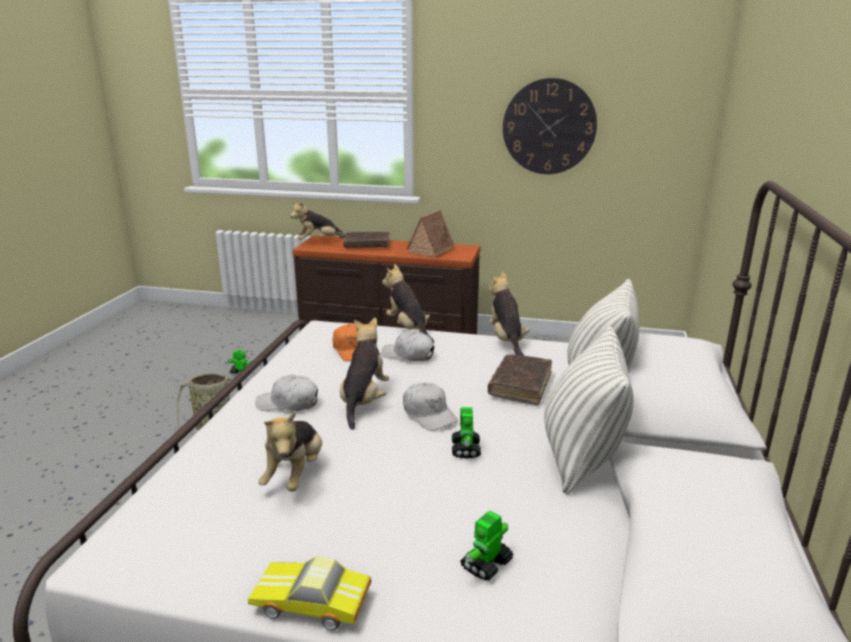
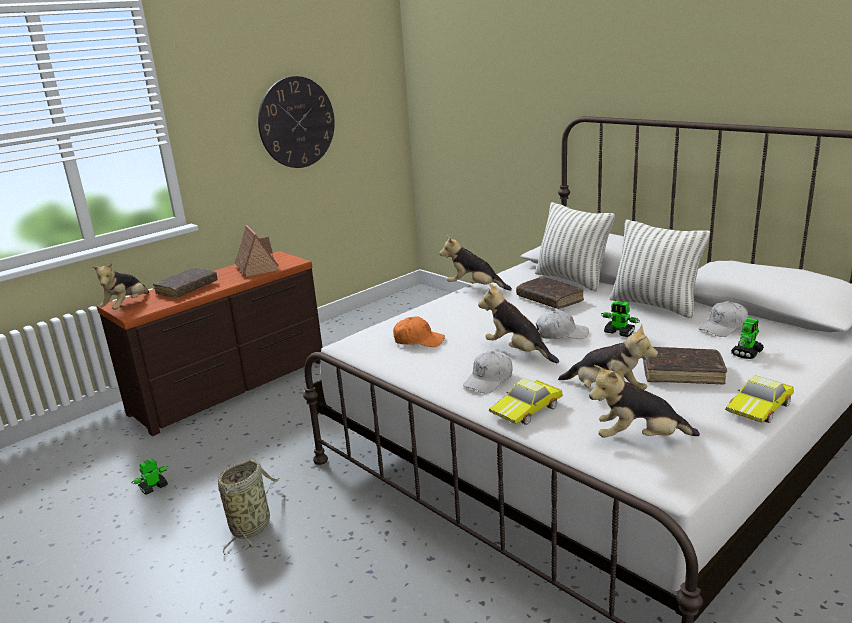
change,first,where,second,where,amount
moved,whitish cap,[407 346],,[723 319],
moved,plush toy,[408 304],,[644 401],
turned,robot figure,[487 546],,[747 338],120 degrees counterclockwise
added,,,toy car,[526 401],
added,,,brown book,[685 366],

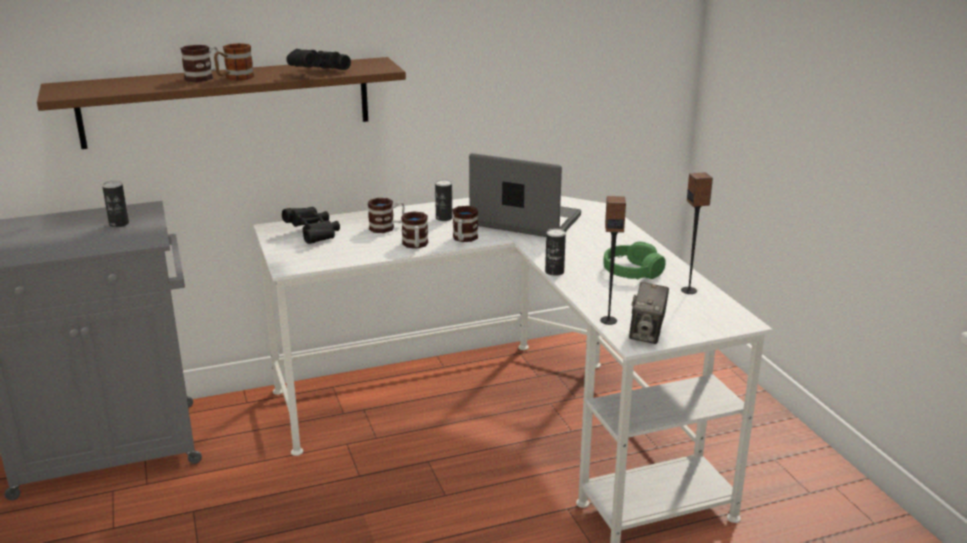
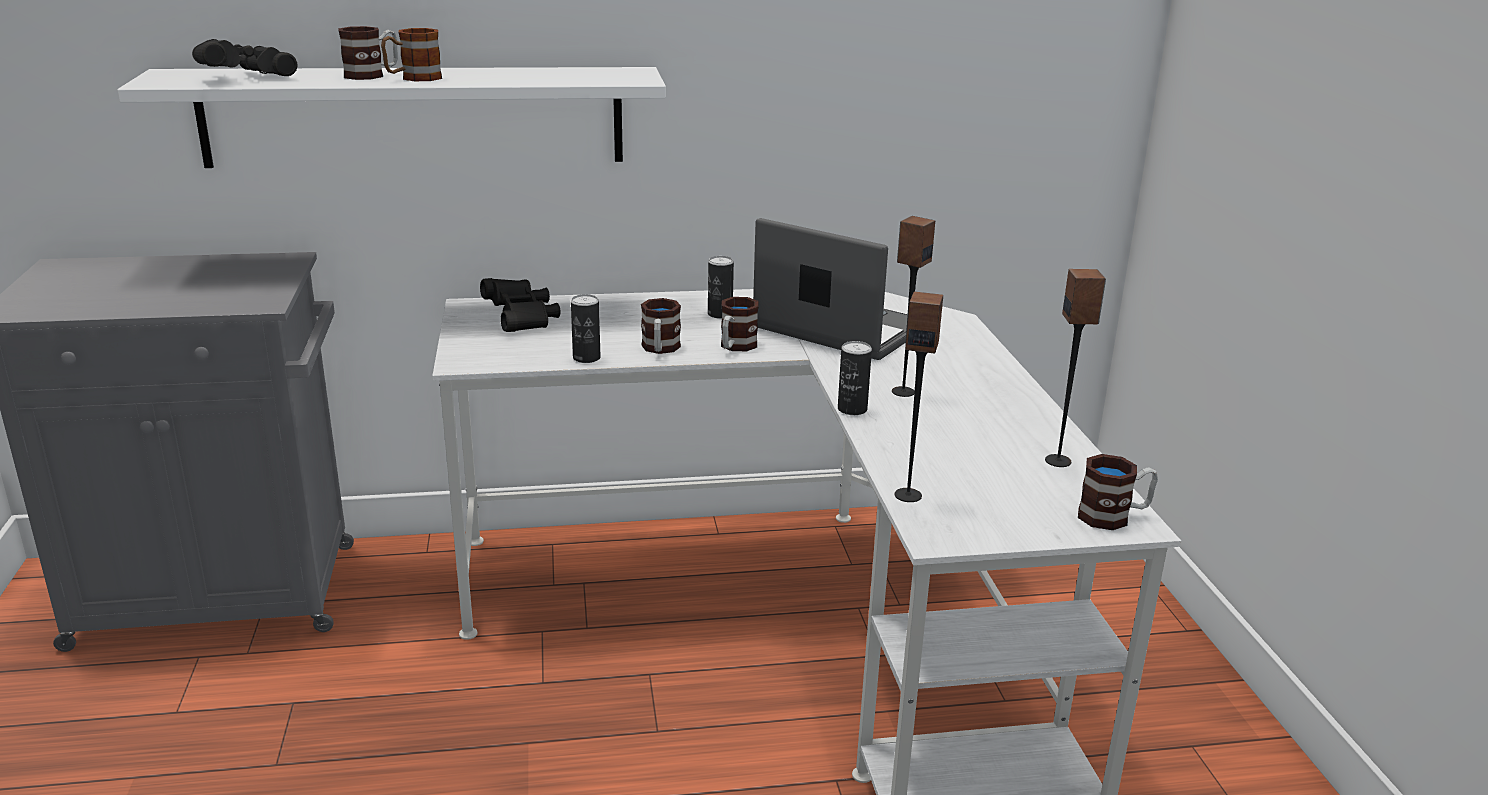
change,first,where,second,where,amount
recoloured,brown bracket shelf,[221 103],whitish bracket shelf,[391 117],
moved,can,[115 204],,[586 328],
moved,blackish binoculars,[318 59],,[244 57],
moved,mug,[386 215],,[1118 492],
removed,green-coloured headset,[635 260],,,
removed,still camera,[649 313],,,
added,,,audio speaker,[913 306],

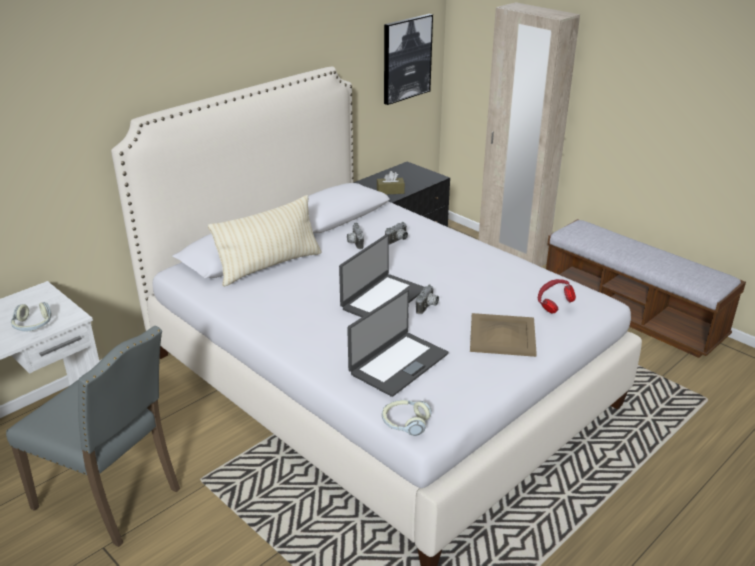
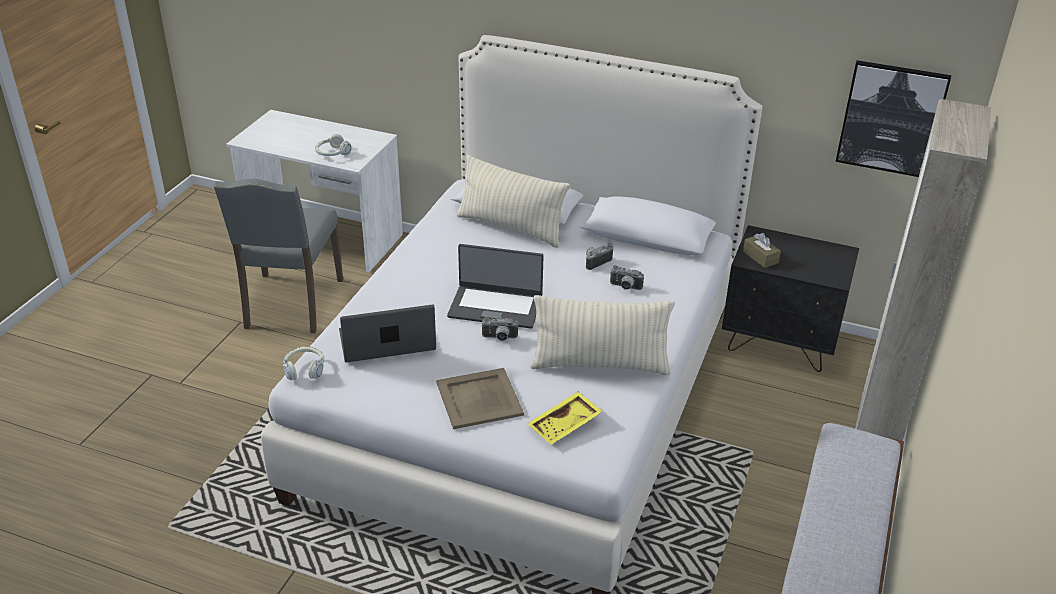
change,first,where,second,where,amount
turned,laptop,[397 343],,[387 333],150 degrees clockwise
replaced,red headset,[557 296],yellow tray,[565 418],
added,,,beige-coloured throw pillow,[602 335],

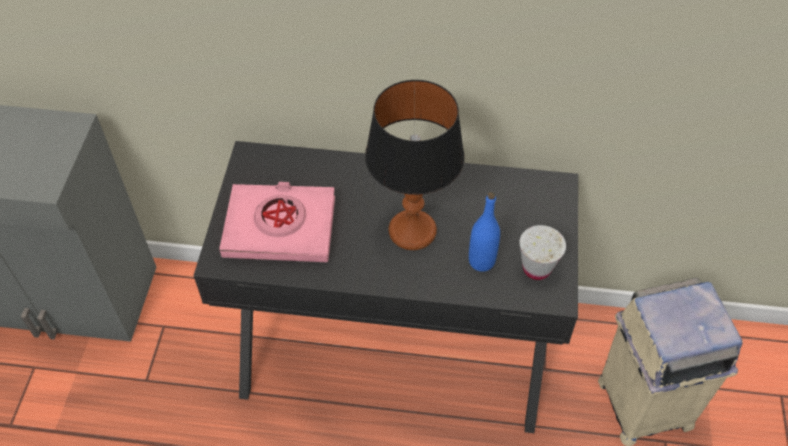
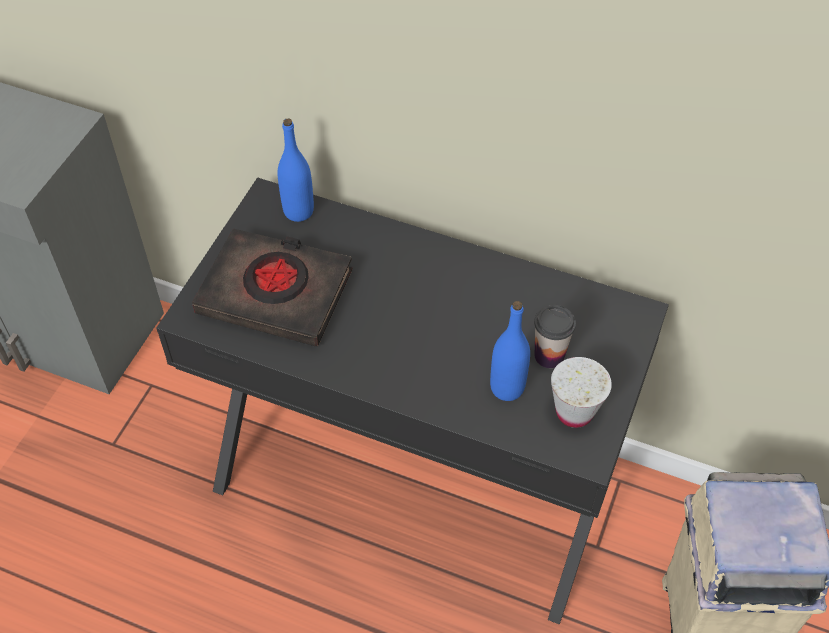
change,first,where,second,where,amount
recoloured,pinkish book,[277 222],blackish book,[272 287],
removed,table lamp,[414 165],,,
added,,,blue beverage bottle,[296 170],
added,,,cup,[555 336],

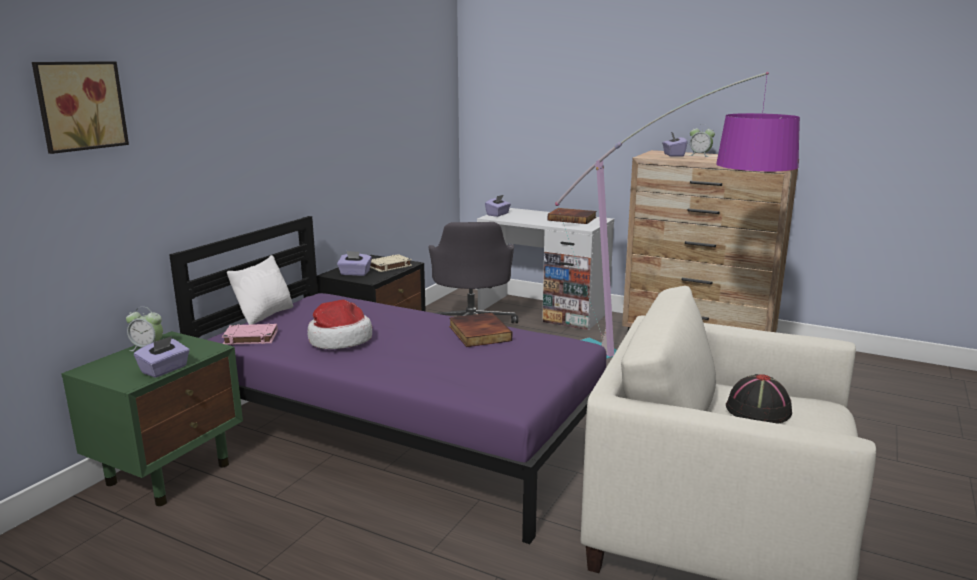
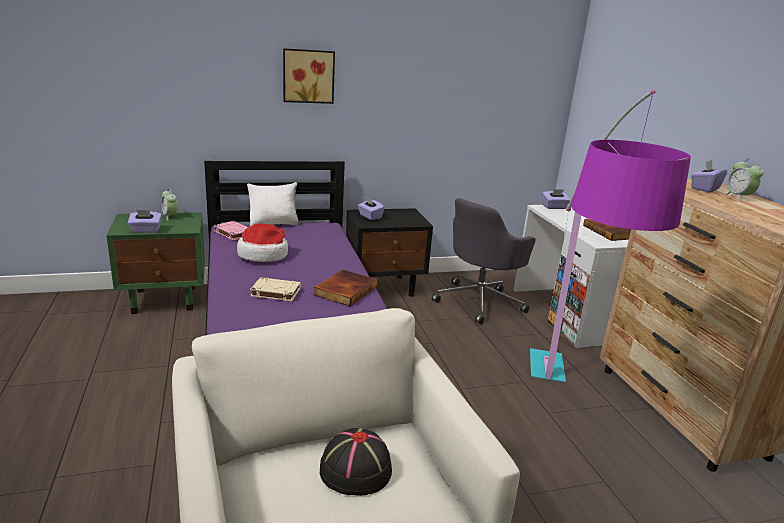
change,first,where,second,where,amount
moved,wall art,[80 107],,[309 76],
moved,beige-coloured book,[391 263],,[275 289],

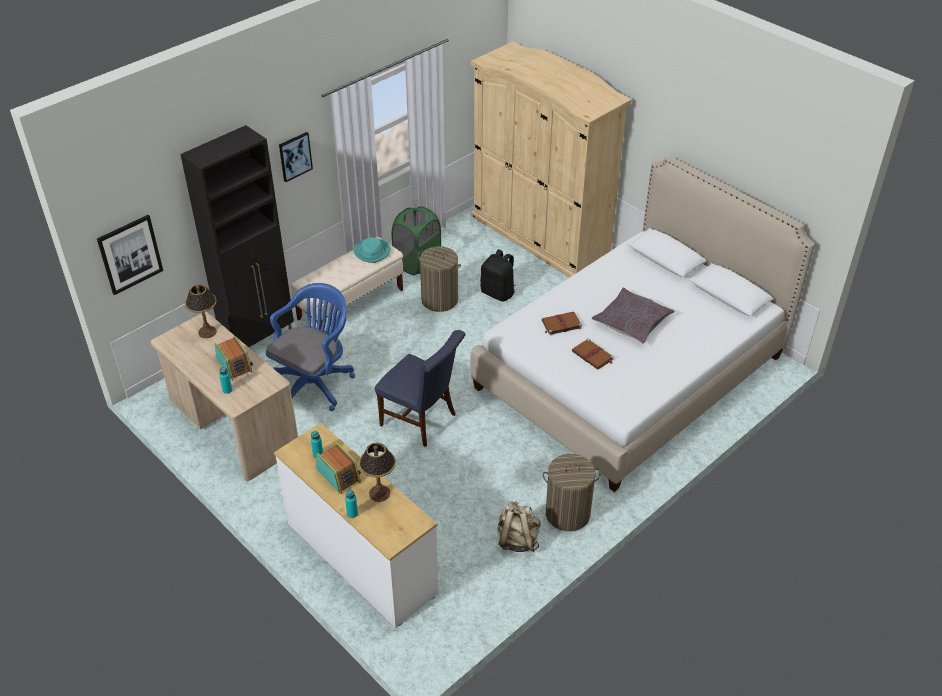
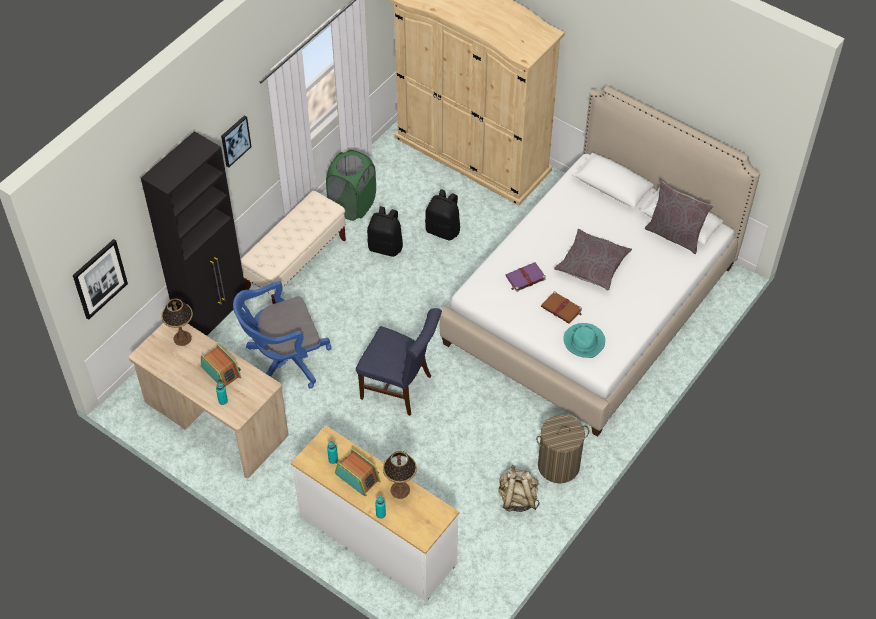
change,first,where,second,where,amount
turned,blue desk chair,[310 347],,[282 334],135 degrees counterclockwise
moved,turquoise-coloured clothing hat,[372 250],,[584 340],
replaced,hamper,[439 279],blackish backpack,[385 231],
recoloured,brown book,[562 323],purple-coloured book,[526 277],
added,,,grey throw pillow,[679 217],

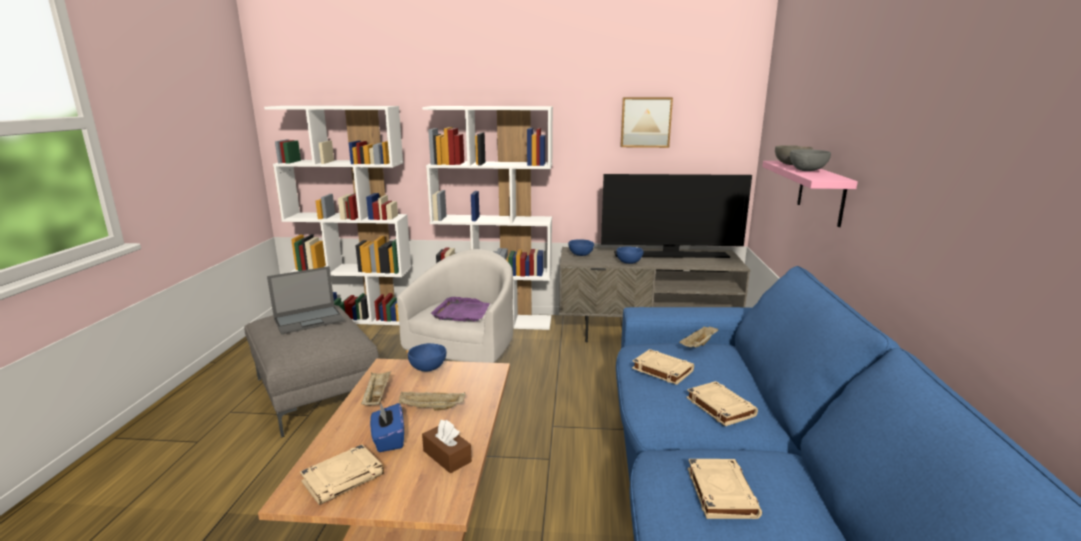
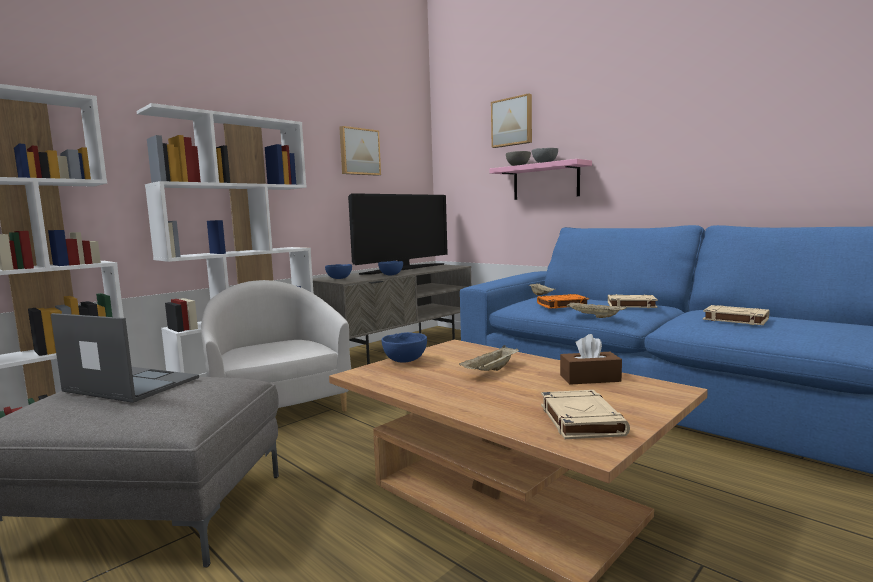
change,first,where,second,where,amount
turned,laptop,[306 300],,[125 358],75 degrees counterclockwise
moved,beige-coloured tray,[376 388],,[596 310],
removed,blue tissue holder,[387 427],,,
removed,purple-coloured tray,[460 309],,,
recoloured,beige-coloured book,[663 367],orange book,[563 301],
added,,,wall art,[511 120],

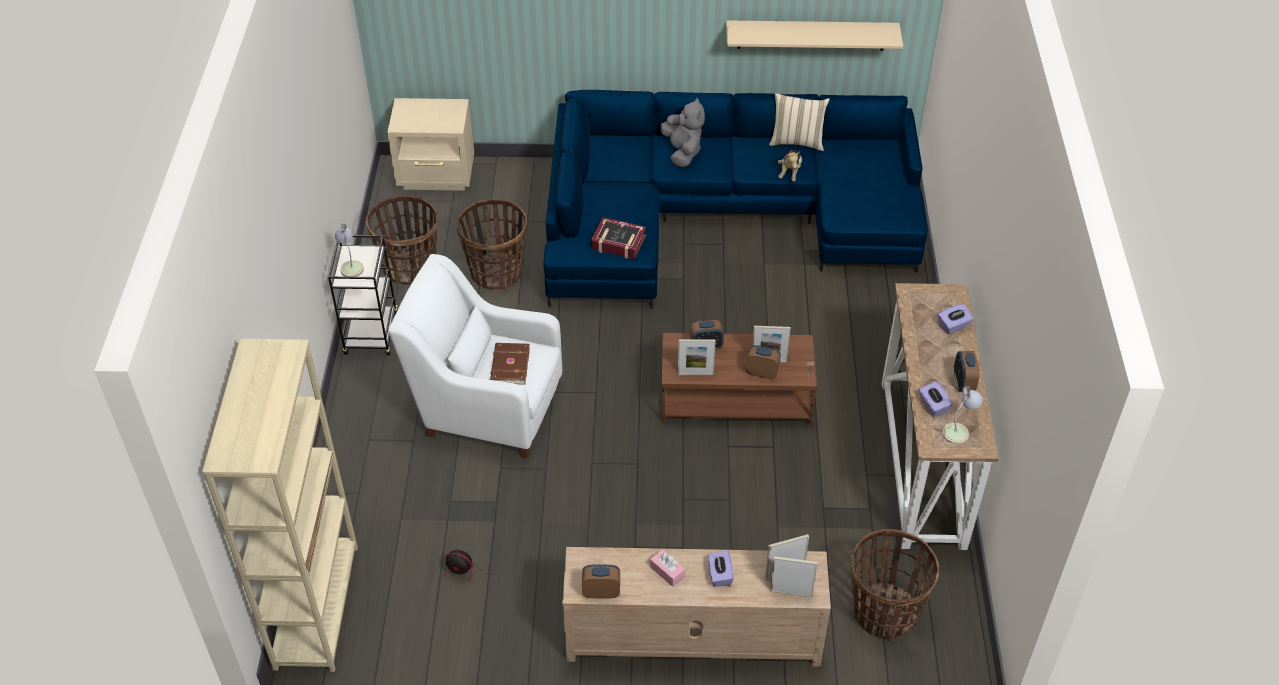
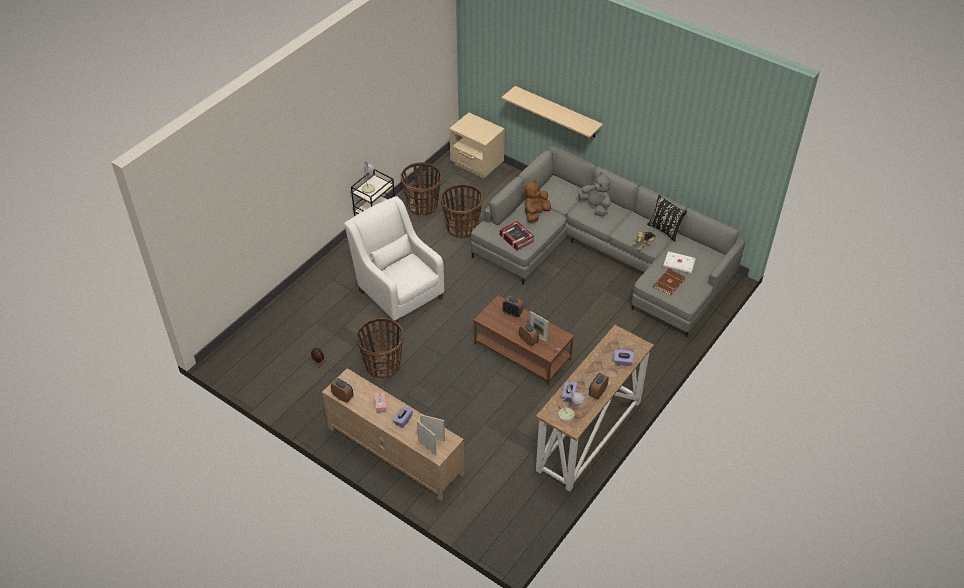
change,first,where,second,where,amount
removed,beige-coloured bookshelf,[280 505],,,
moved,brown book,[510 364],,[669 282],
recoloured,blue couch,[735 199],grey couch,[608 241],
turned,grey plush toy,[683 132],,[594 194],60 degrees counterclockwise
removed,photo frame,[697 357],,,
moved,beige-coloured bracket shelf,[814 35],,[552 112],
recoloured,beige-coloured throw pillow,[799 122],blackish throw pillow,[667 218],
moved,household basket,[894 584],,[380 348],
added,,,brown plush toy,[537 201],
added,,,whitish book,[679 262],

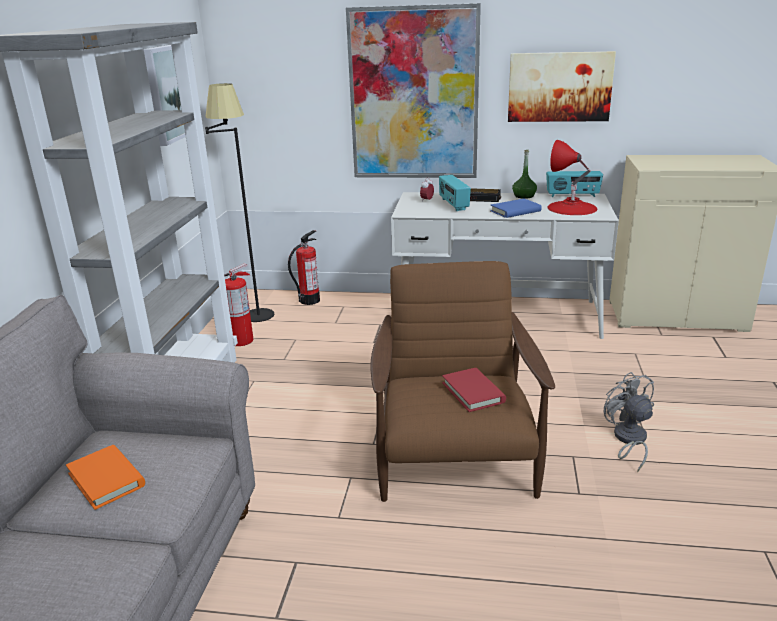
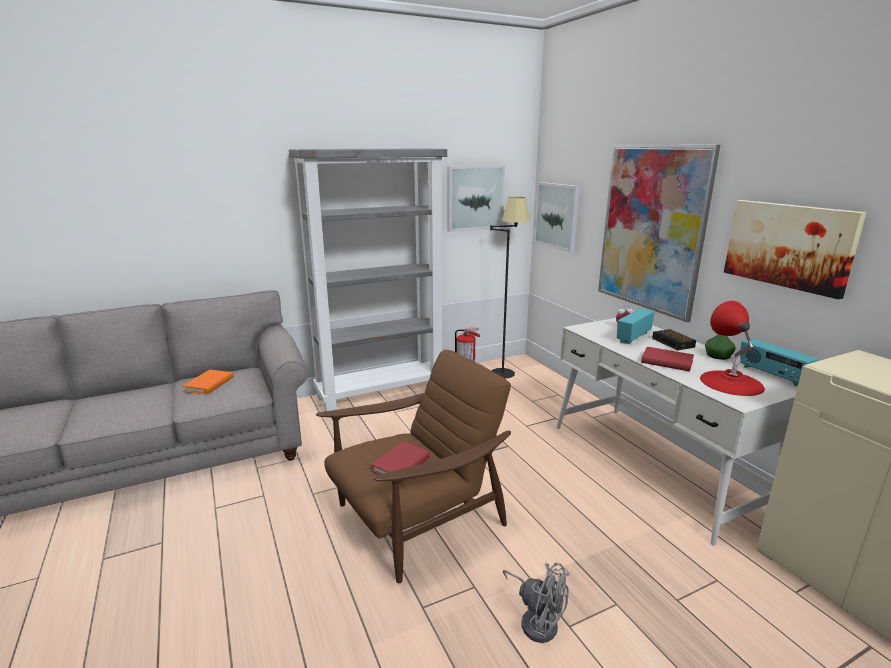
change,first,where,second,where,amount
removed,fire-fighting cylinder,[304 267],,,
recoloured,blue book,[516 208],red book,[667 359],
turned,grey cooling fan,[629 422],,[536 603],90 degrees clockwise
added,,,wall art,[557 217],

